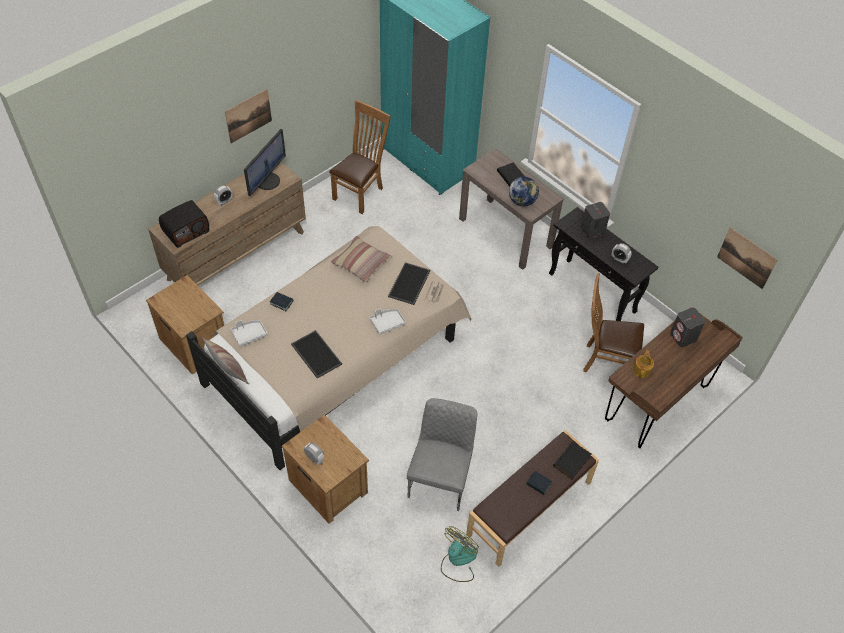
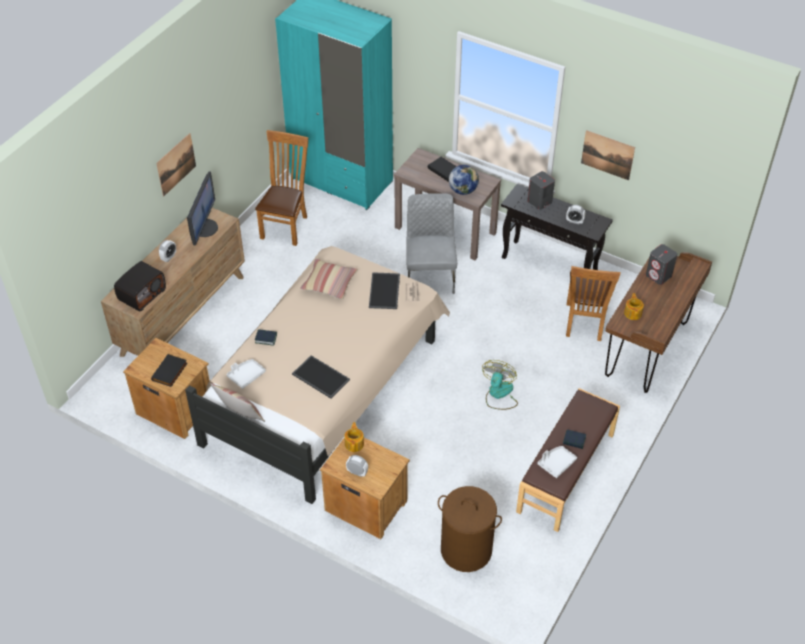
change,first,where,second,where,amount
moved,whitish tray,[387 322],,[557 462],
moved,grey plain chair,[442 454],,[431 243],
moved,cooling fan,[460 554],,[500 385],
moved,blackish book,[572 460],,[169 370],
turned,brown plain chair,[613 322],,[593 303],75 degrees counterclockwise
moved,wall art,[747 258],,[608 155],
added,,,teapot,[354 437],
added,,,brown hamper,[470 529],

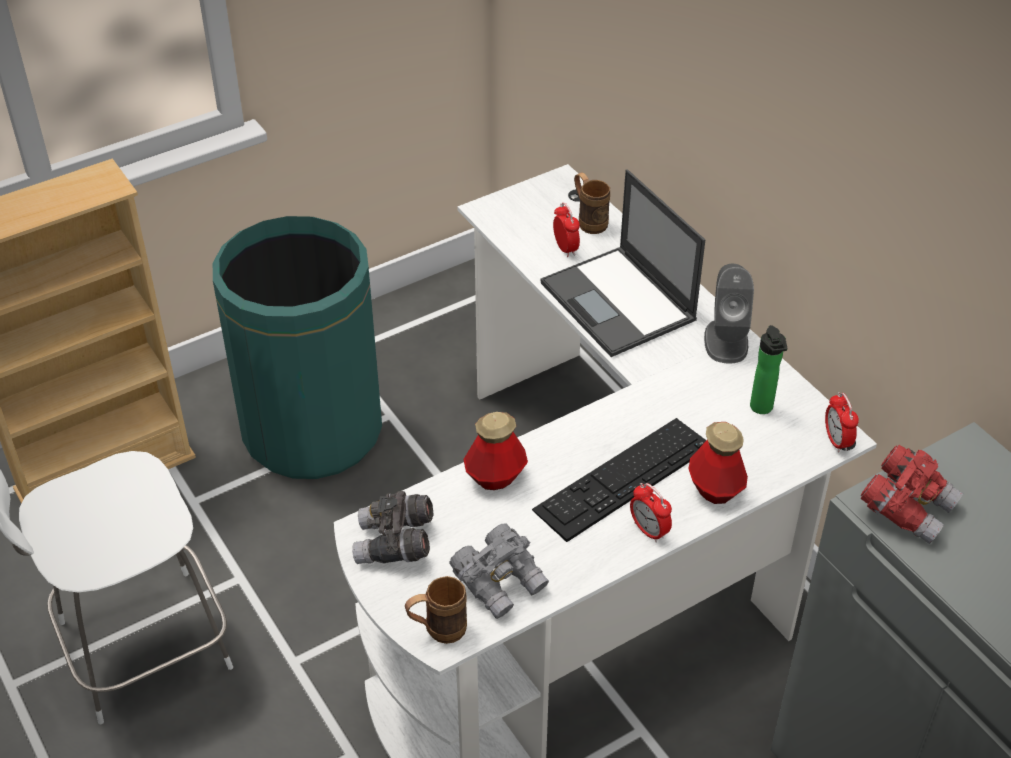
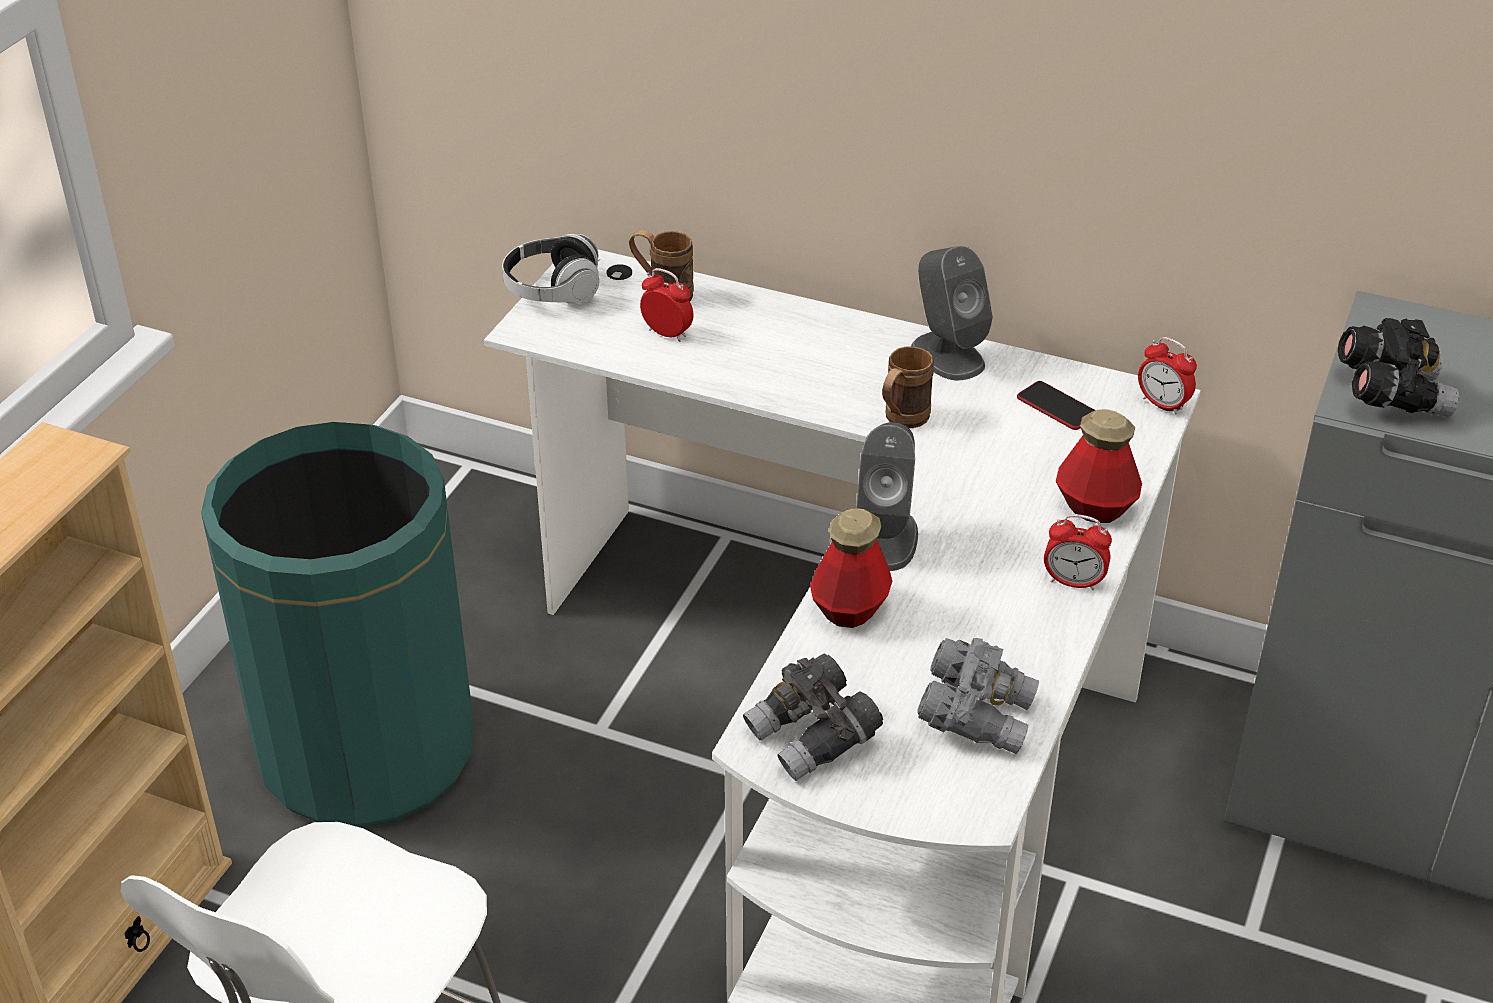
change,first,where,second,where,amount
moved,brown mug,[436 610],,[908 387],
removed,PC keyboard,[619 480],,,
removed,laptop,[623 263],,,
replaced,beverage bottle,[768 369],handset,[1056 405],
recoloured,red binoculars,[911 494],blackish binoculars,[1399 367],
added,,,headset,[551 269],
added,,,grey audio speaker,[887 496],

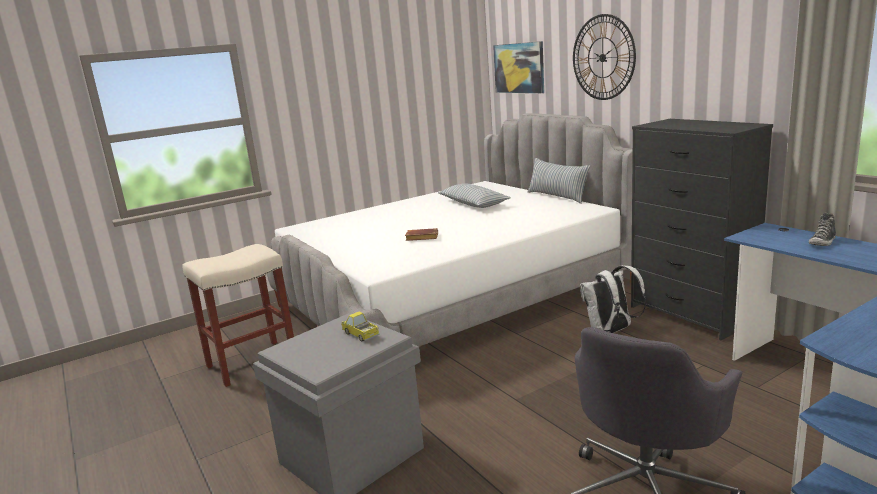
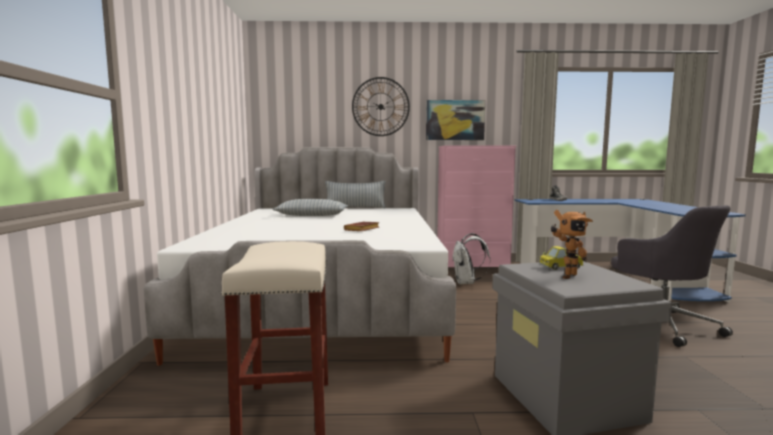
change,first,where,second,where,amount
moved,wall art,[518 67],,[455 120],
recoloured,blackish chest of drawers,[702 229],pinkish chest of drawers,[476 206],
added,,,robot figure,[572 244],

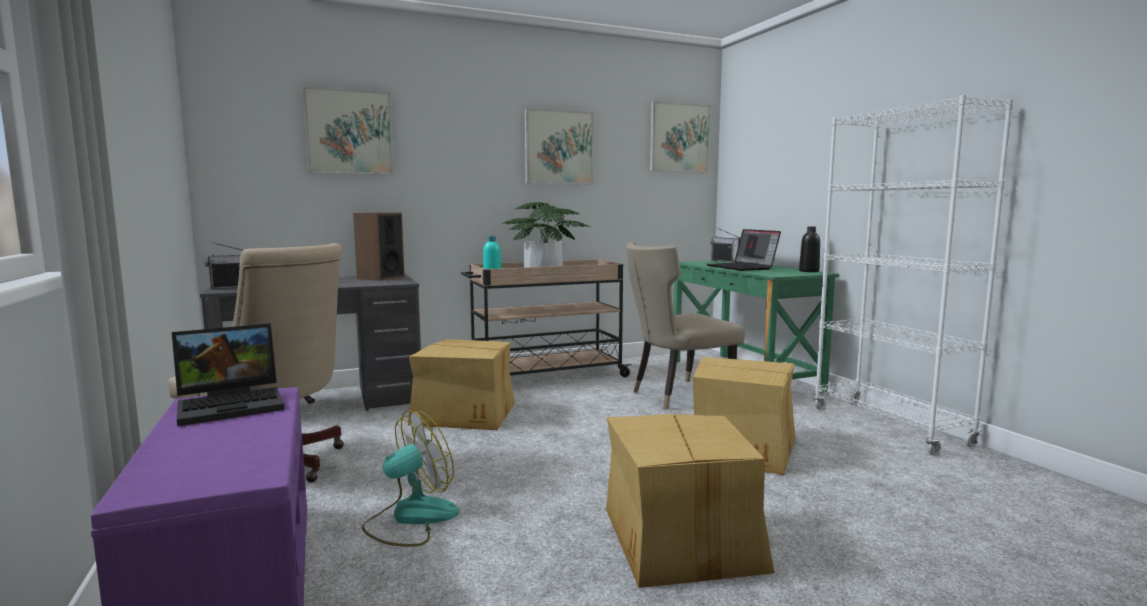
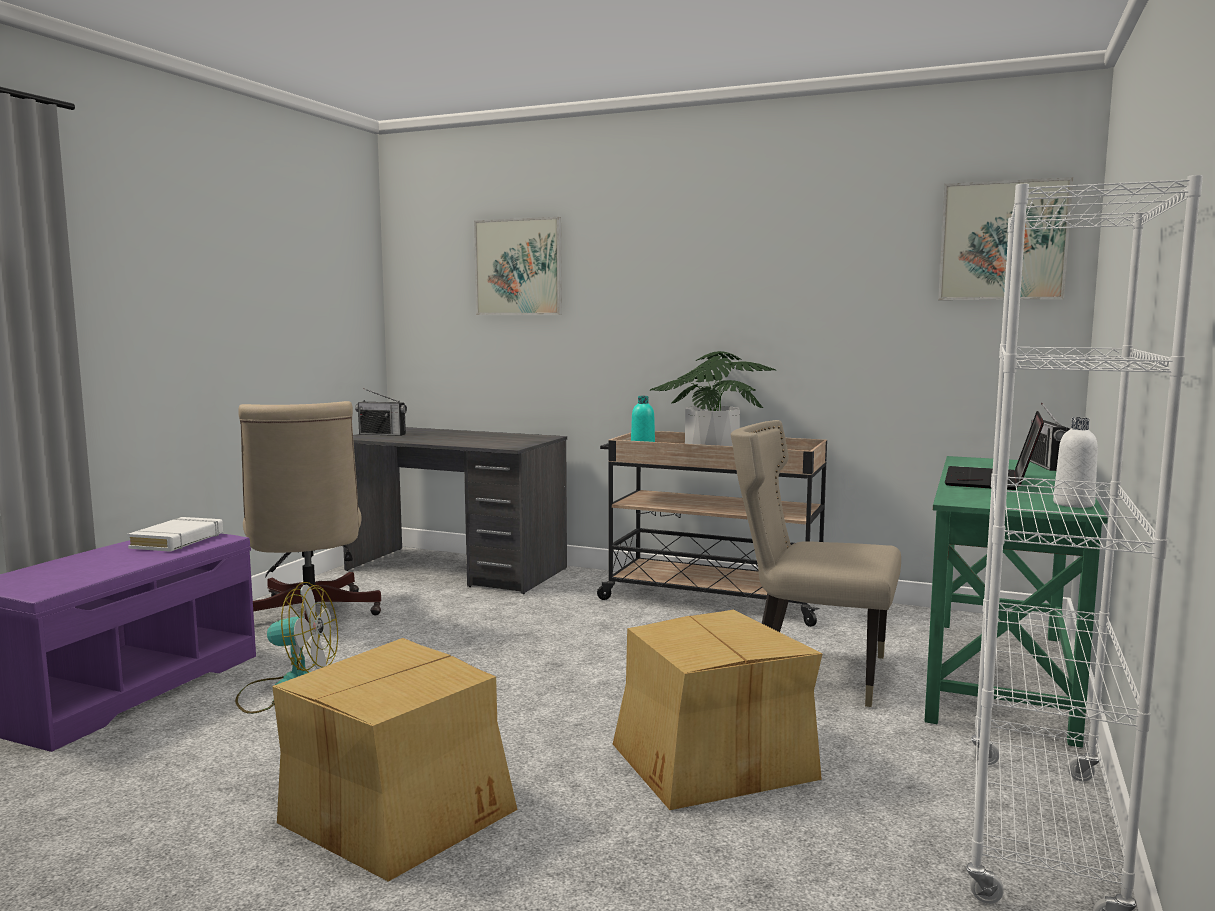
change,first,where,second,where,amount
replaced,laptop,[228 374],whitish book,[175 534],
removed,audio speaker,[378 247],,,
removed,cardboard box,[461 384],,,
removed,wall art,[559 146],,,
recoloured,blackish beverage bottle,[809 249],whitish beverage bottle,[1075 462],

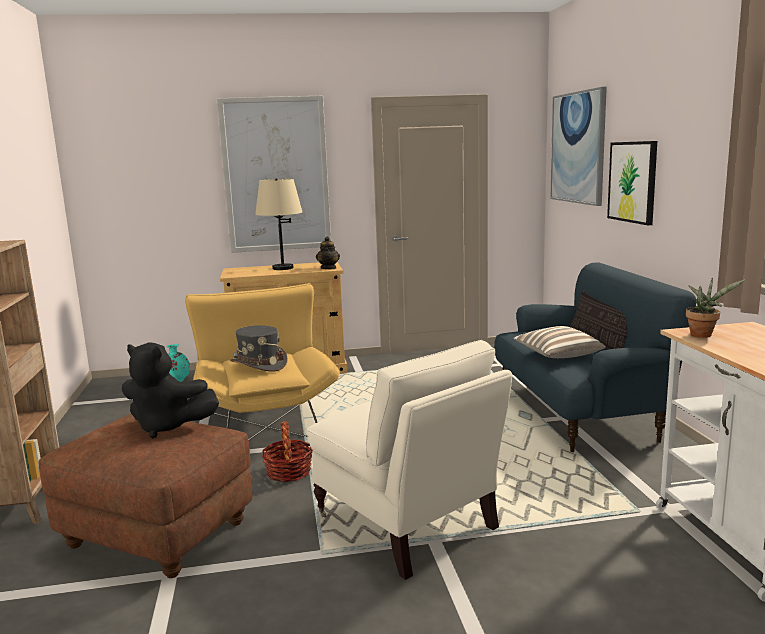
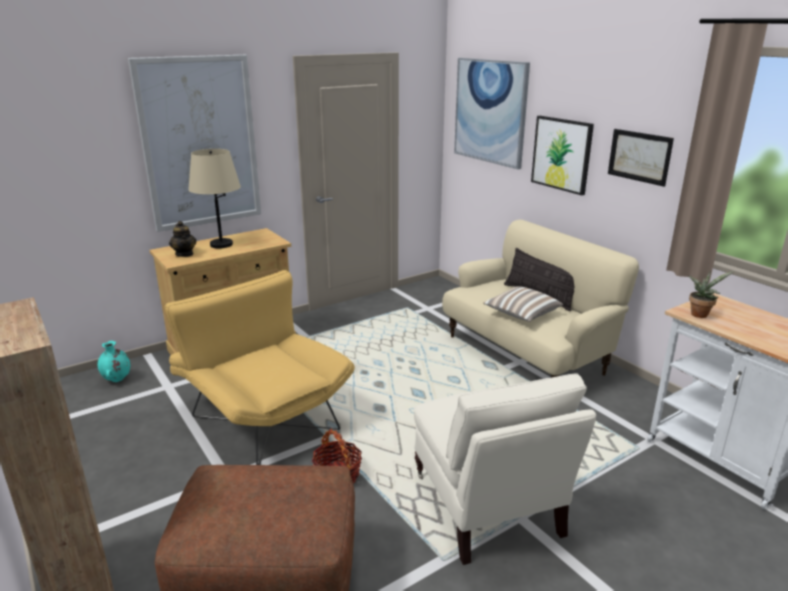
change,first,where,second,where,amount
removed,blackish plush toy,[170 390],,,
removed,grey clothing hat,[259 348],,,
turned,beige-coloured lounge chair,[409 460],,[505 469],45 degrees clockwise
moved,teapot,[328 252],,[182 239],
recoloured,blue couch,[595 357],beige-coloured couch,[540 299],
added,,,wall art,[641 158],

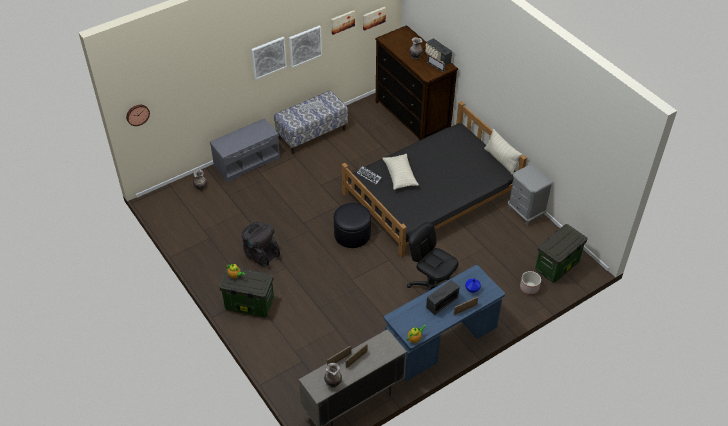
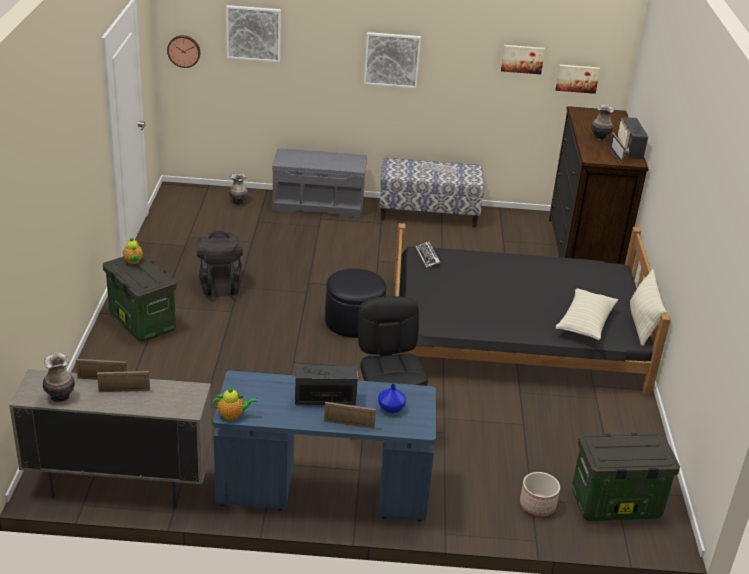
change,first,where,second,where,amount
moved,wall art,[305 46],,[253 33],
moved,beige-coloured throw pillow,[400 172],,[587 314],
removed,grey nightstand,[530 194],,,

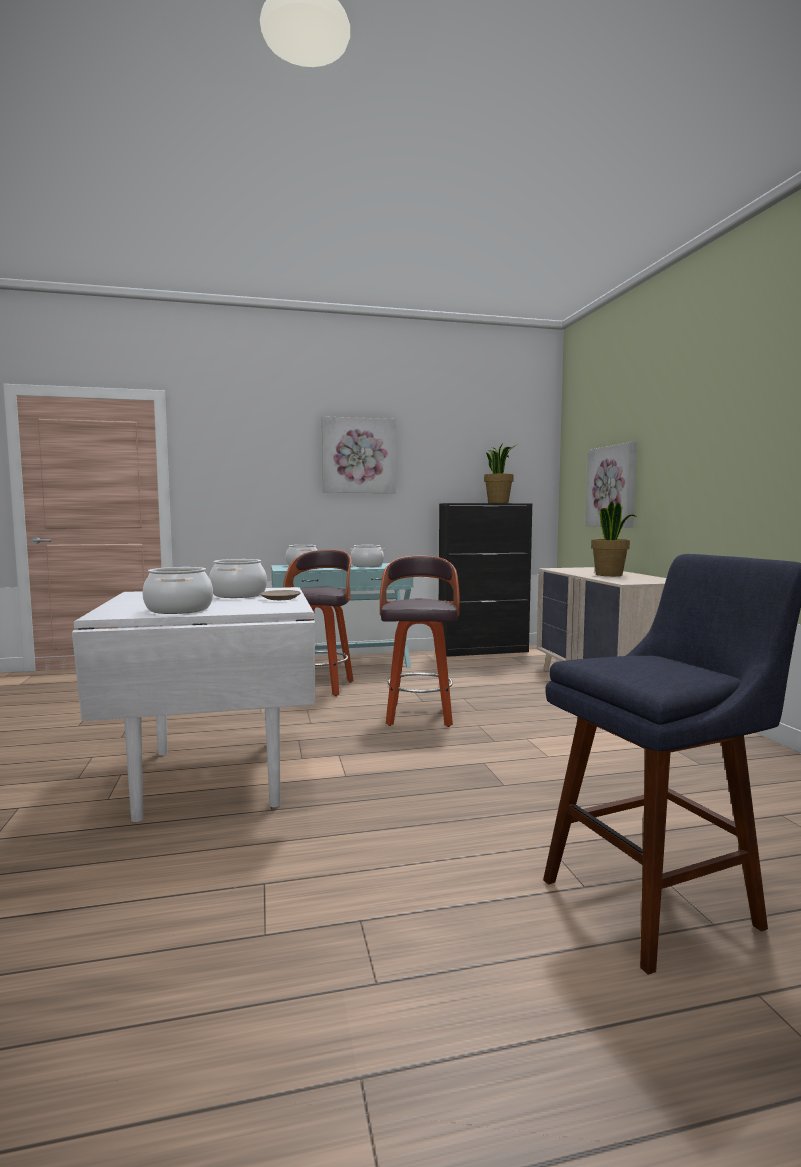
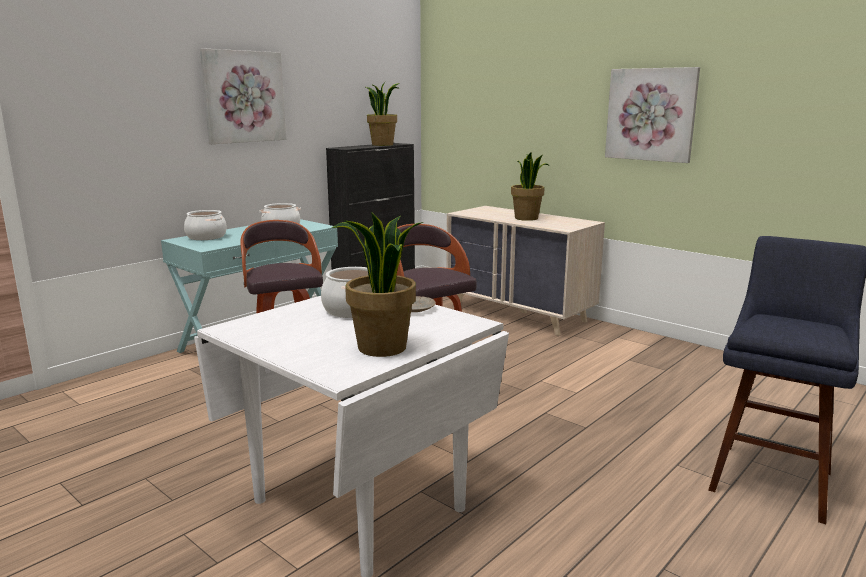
change,first,where,second,where,amount
replaced,saucepot,[178 590],plant in a pot,[377 284],
moved,wall art,[611 485],,[652 115],

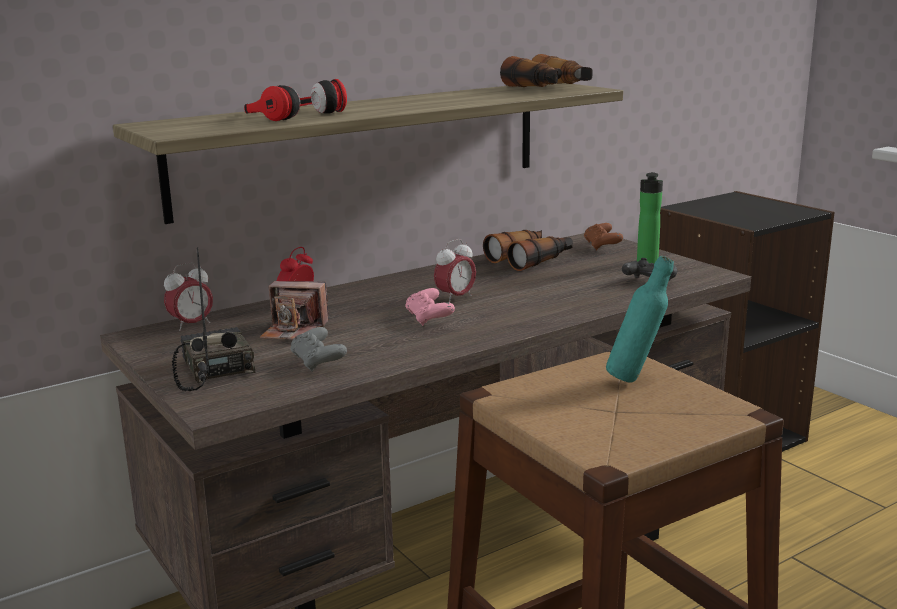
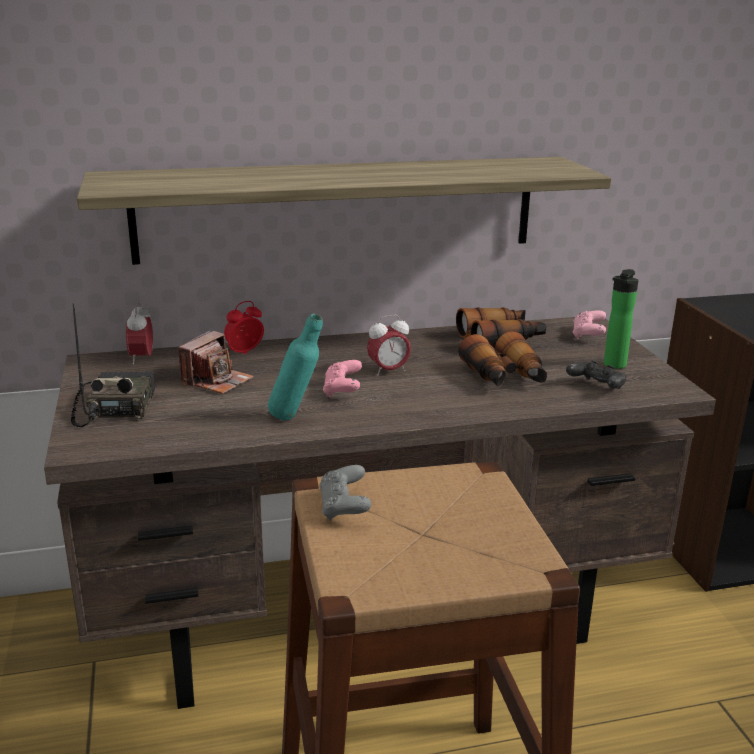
change,first,where,second,where,amount
turned,table clock,[188 296],,[139 333],105 degrees clockwise
removed,headset,[295 100],,,
turned,still camera,[294 310],,[215 362],90 degrees counterclockwise
moved,grey joypad,[318 349],,[345 493],
moved,binoculars,[546 70],,[502 358],
recoloured,brown joypad,[603 237],pinkish joypad,[589 325],
moved,turquoise-coloured beverage bottle,[640 319],,[295 366],

